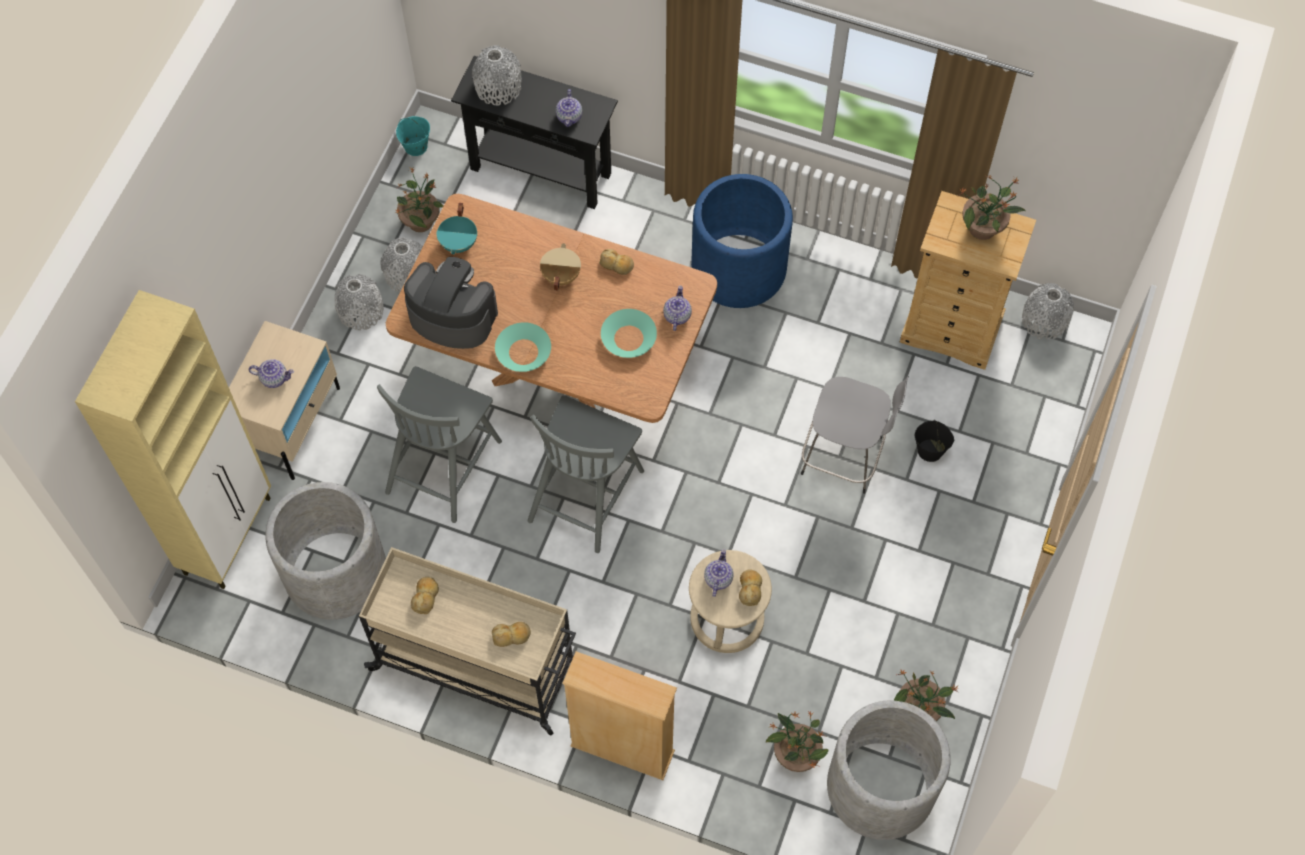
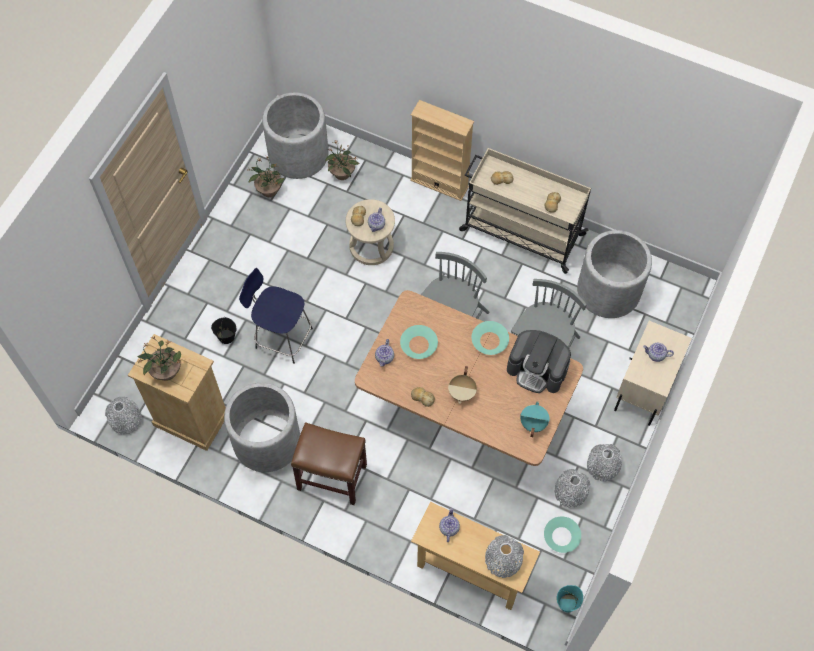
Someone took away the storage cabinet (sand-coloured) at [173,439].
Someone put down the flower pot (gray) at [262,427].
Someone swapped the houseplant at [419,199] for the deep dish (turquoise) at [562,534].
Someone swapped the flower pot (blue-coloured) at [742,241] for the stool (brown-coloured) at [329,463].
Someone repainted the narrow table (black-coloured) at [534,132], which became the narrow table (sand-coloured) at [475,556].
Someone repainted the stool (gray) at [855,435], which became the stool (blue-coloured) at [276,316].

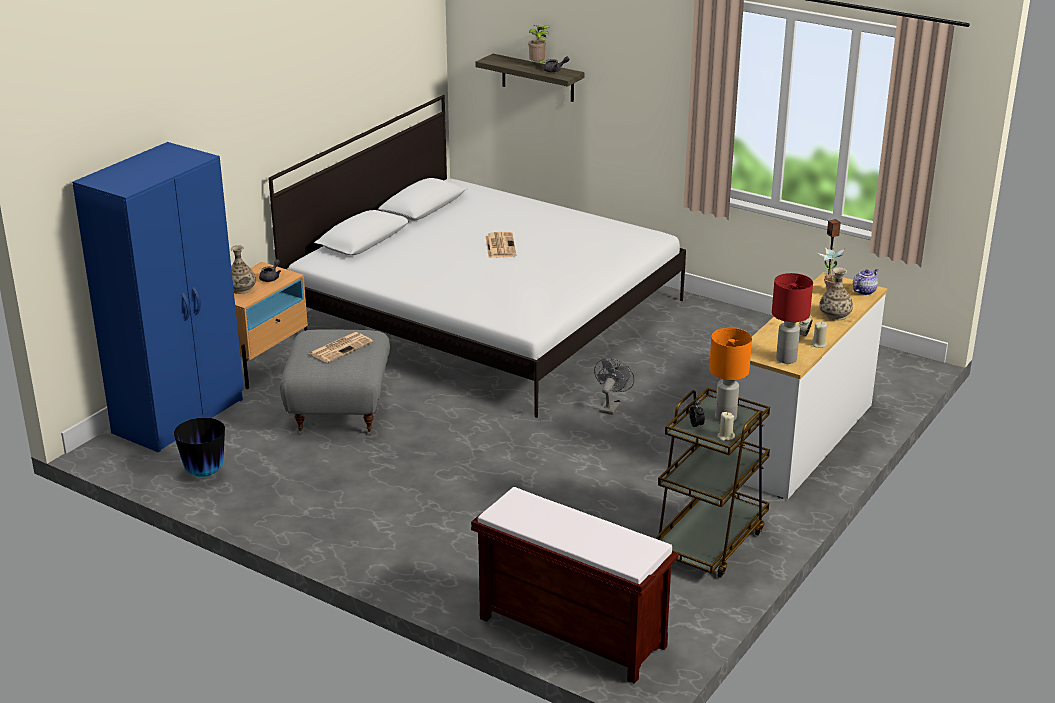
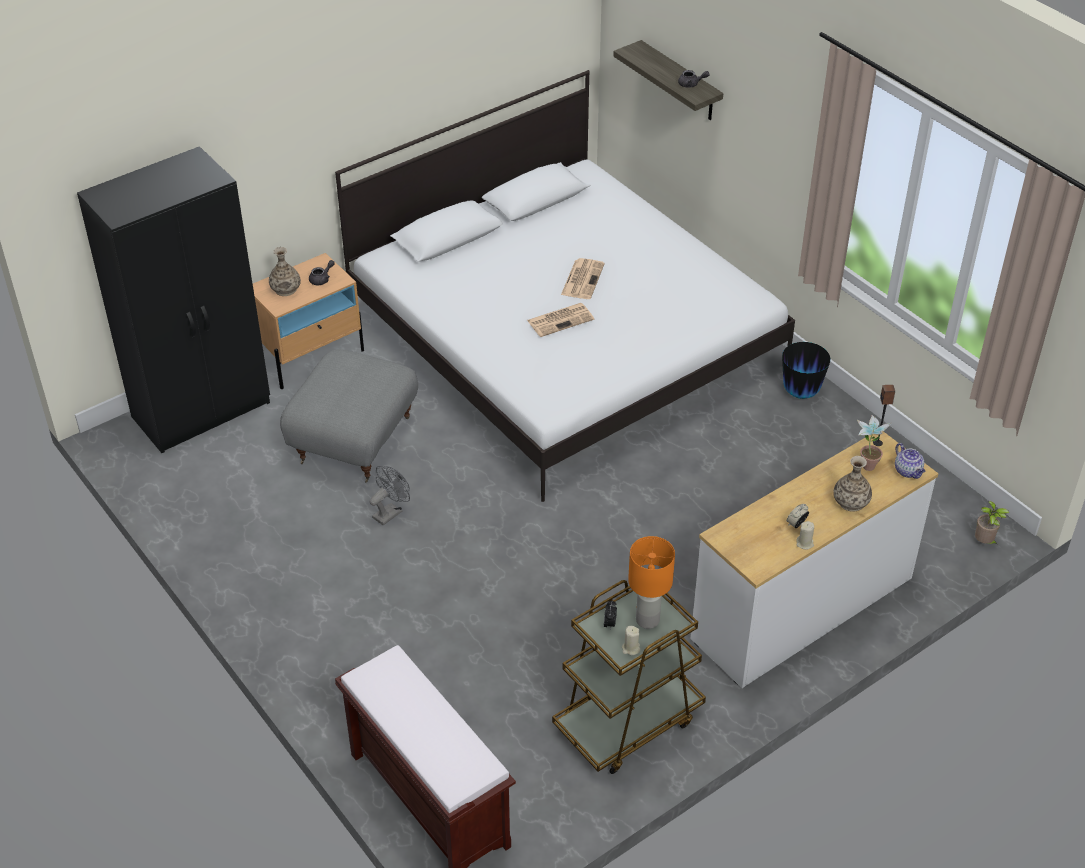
Someone took away the tabletop lamp (red) at [792,318].
Someone carried the vase from [199,447] to [806,370].
Someone carried the daily paper from [341,347] to [560,320].
Someone carried the houseplant from [539,44] to [992,522].
Someone carried the fan (gray) from [614,386] to [389,496].
Someone repainted the wardrobe (blue-coloured) at [158,297], which became the wardrobe (black-coloured) at [173,299].
Someone rotated the teapot at [866,282] by 90 degrees clockwise.

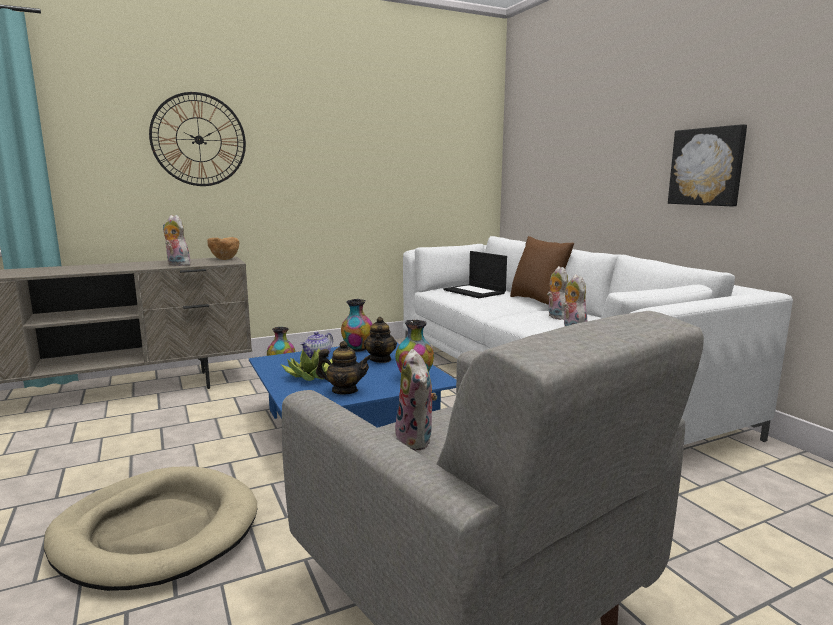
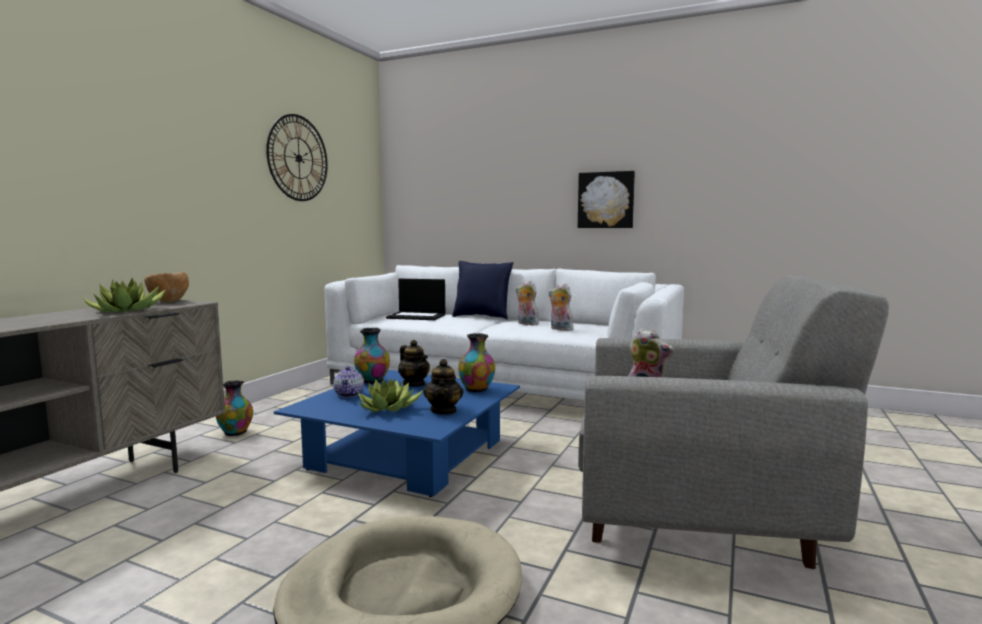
Someone carried the clock on the wall from [197,139] to [297,157].
Someone swapped the cuddly toy at [177,240] for the houseplant at [124,295].
Someone repainted the throw pillow (brown-coloured) at [542,270], which became the throw pillow (blue-coloured) at [483,290].
Someone rotated the teapot at [344,368] by 120 degrees clockwise.

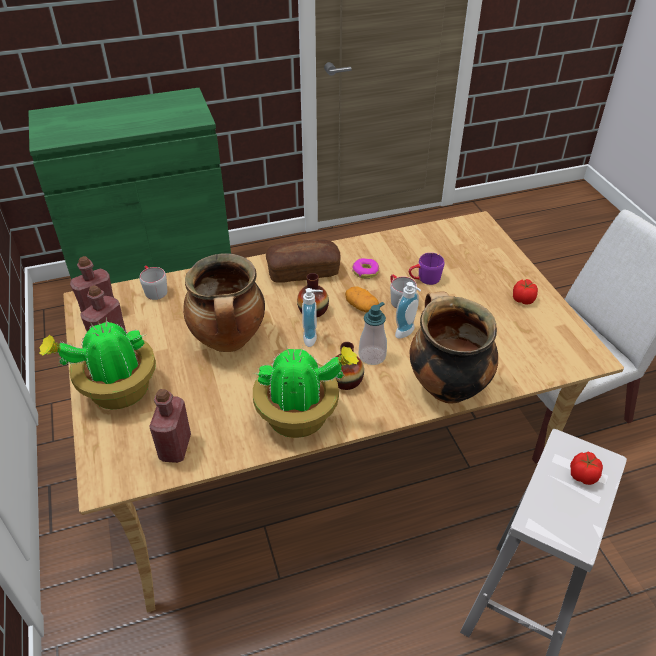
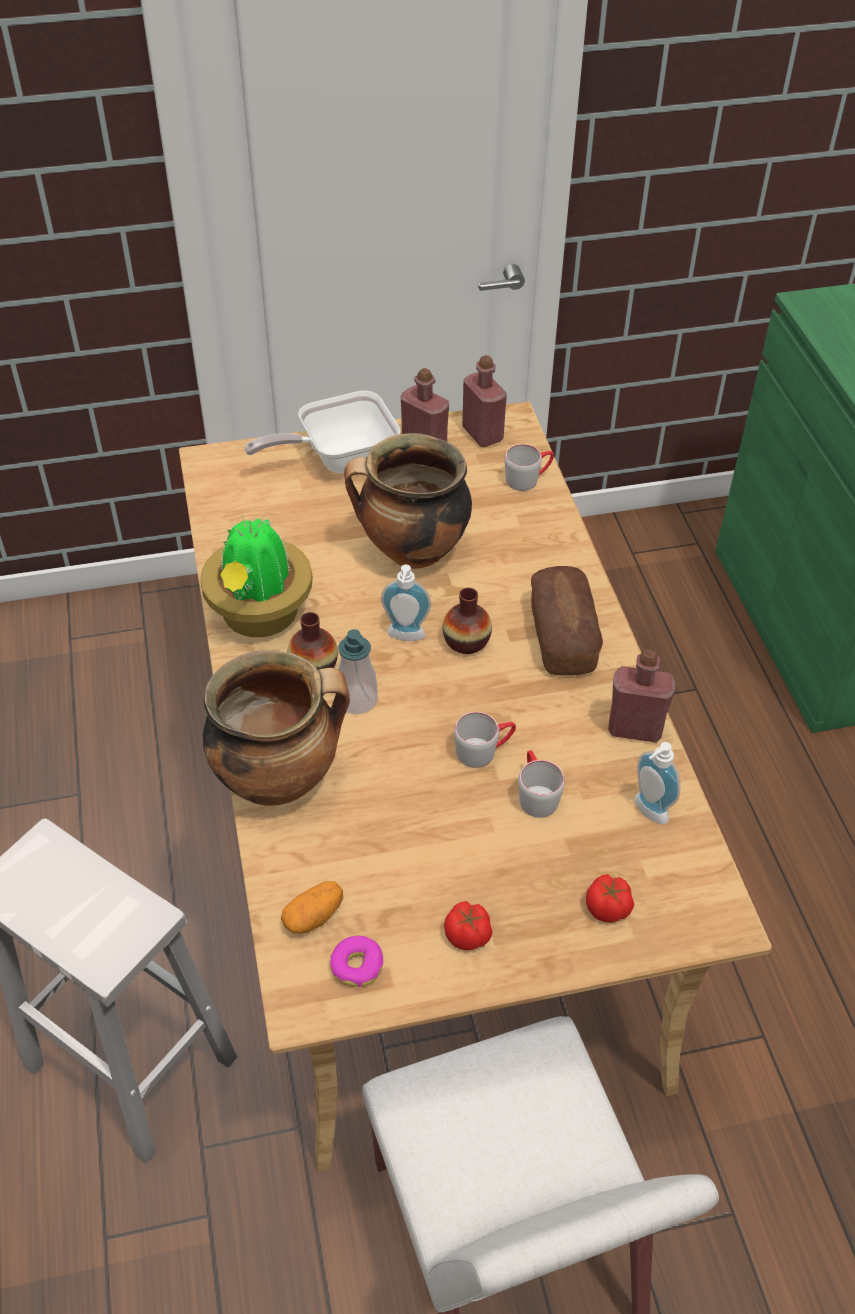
Someone carried the bottle (red) from [170,426] to [642,696].
Someone carried the potato from [362,299] to [312,907].
Someone carried the doughnut from [365,268] to [356,961].
Someone carried the soap bottle from [408,310] to [657,783].
Someone carried the whole tomato from [586,468] to [610,898].
Someone swapped the houseplant at [97,363] for the pan at [322,432].
Someone repainted the mug (purplish) at [426,269], which became the mug (gray) at [541,784].

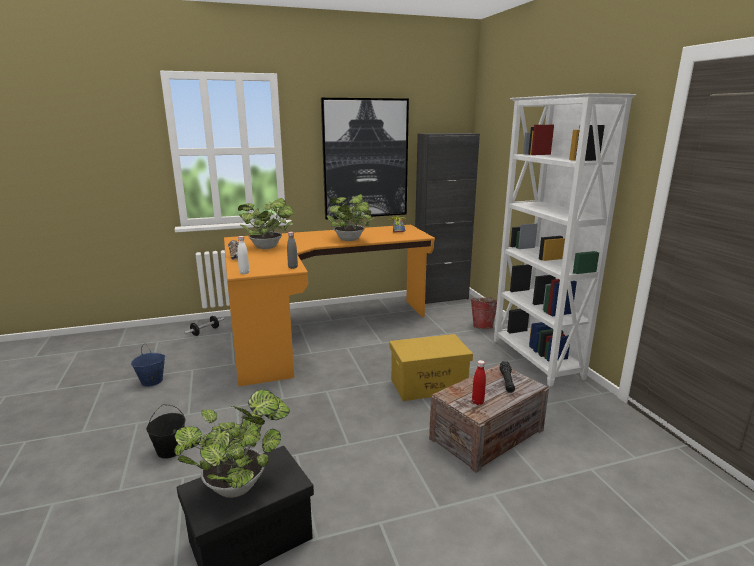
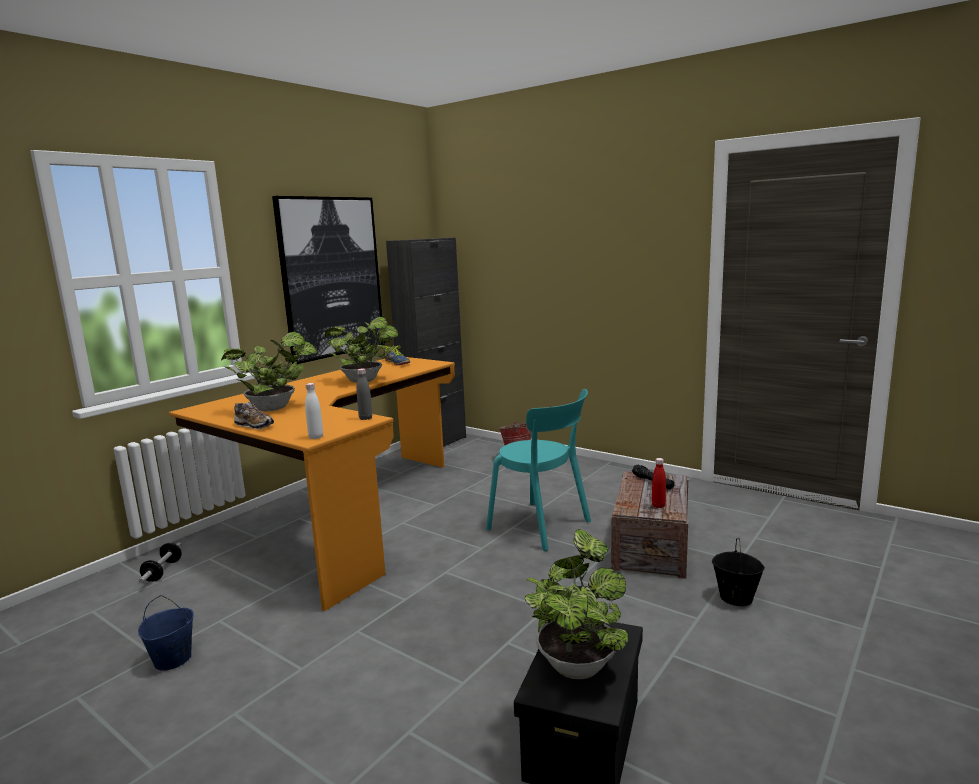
Someone took away the shelving unit (whitish) at [565,240].
Someone carried the bucket (black-coloured) from [165,431] to [738,572].
Someone swapped the storage box (yellow) at [431,367] for the plain chair (turquoise) at [538,470].

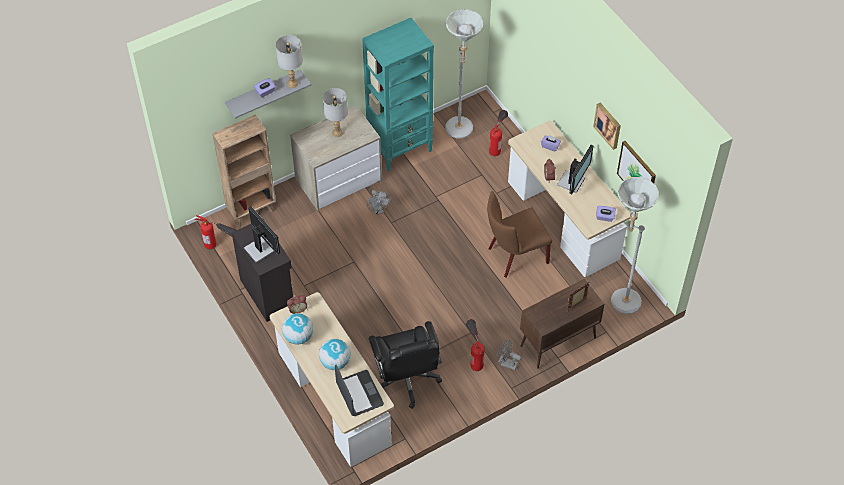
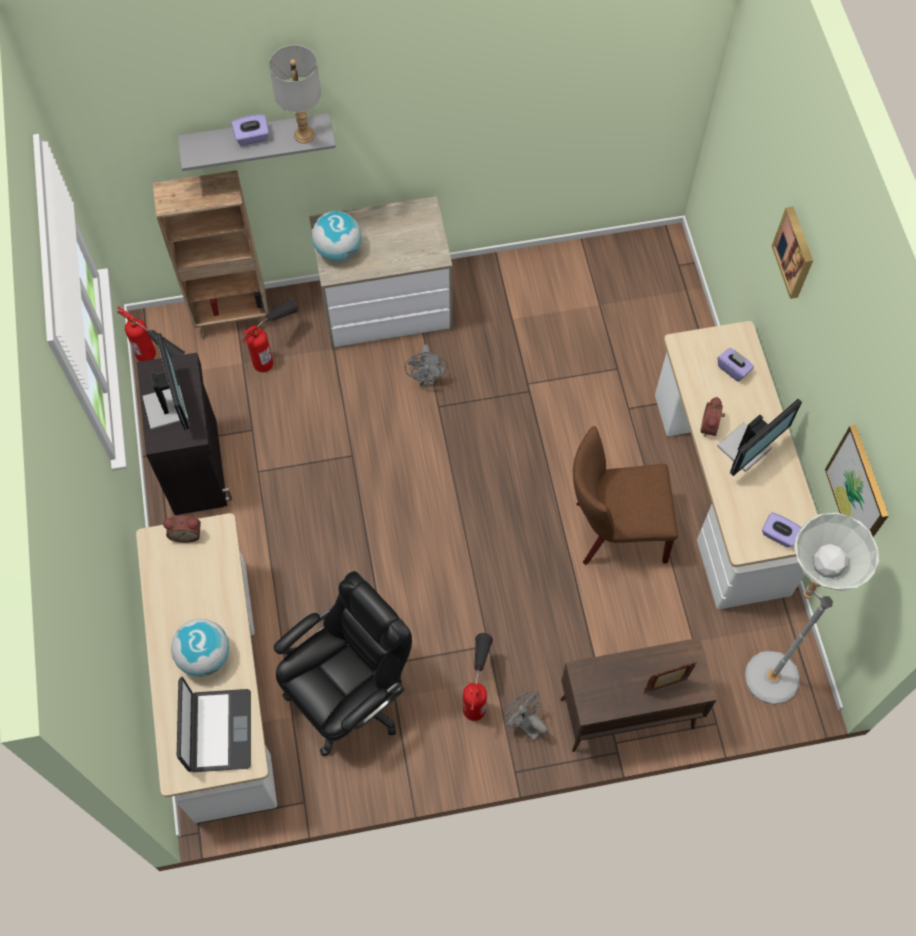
Someone took away the tabletop lamp (gray) at [335,112].
Someone took away the shelving unit (turquoise) at [398,94].
Someone took away the standing lamp (gray) at [464,73].
Someone carried the world globe from [297,329] to [336,236].
Someone carried the fire extinguisher from [498,133] to [270,335].
Someone carried the picture from [607,126] to [792,253].
Someone rotated the computer chair (black-coloured) at [405,365] by 135 degrees counterclockwise.

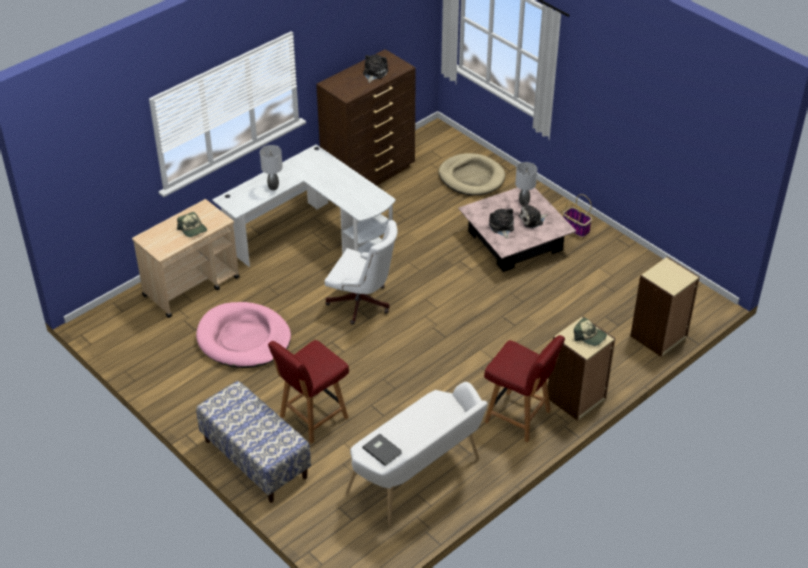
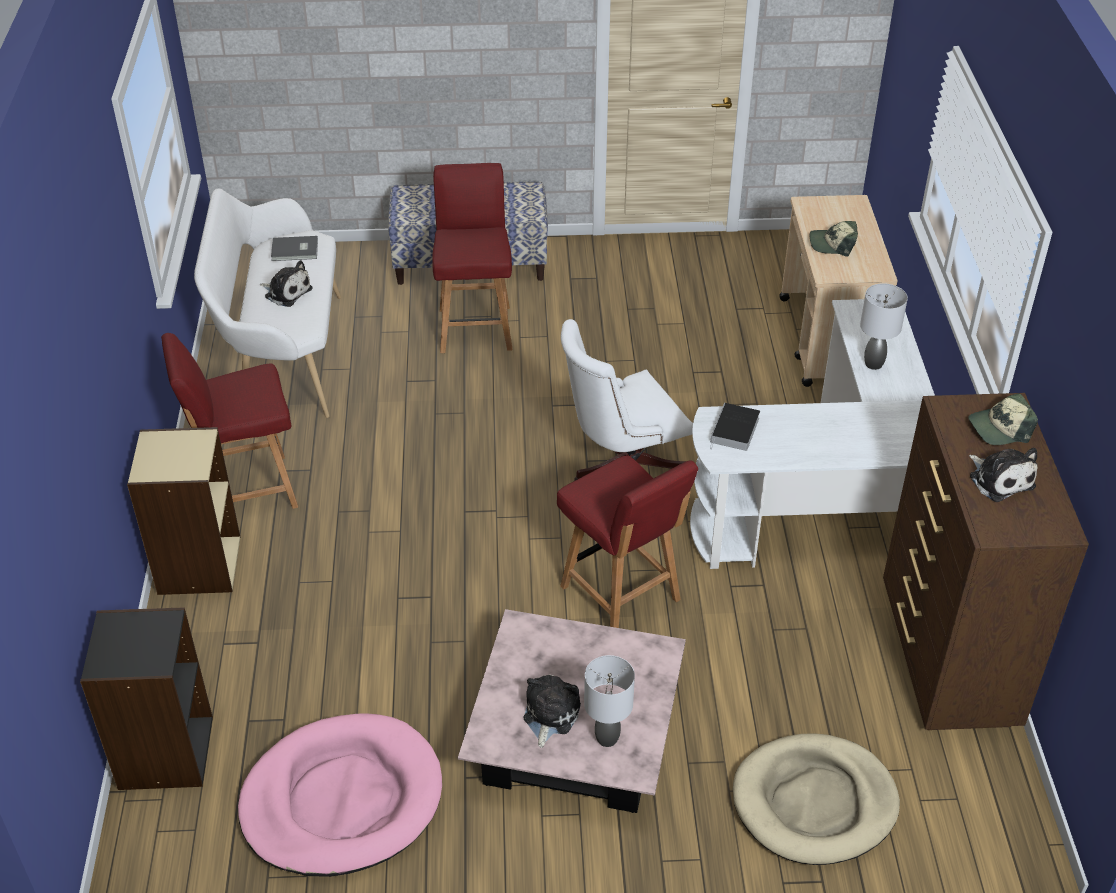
Someone took away the storage basket at [577,215].
Someone put down the plain chair (red) at [627,541].
Someone put down the volume at [735,427].
Someone carried the pet bed (pink-coloured) from [243,335] to [340,795].
Someone carried the cuddly toy from [501,223] to [286,283].
Someone carried the cap from [590,332] to [1003,419].
Someone repainted the shelving unit (sand-coloured) at [665,307], which became the shelving unit (black-coloured) at [146,698].

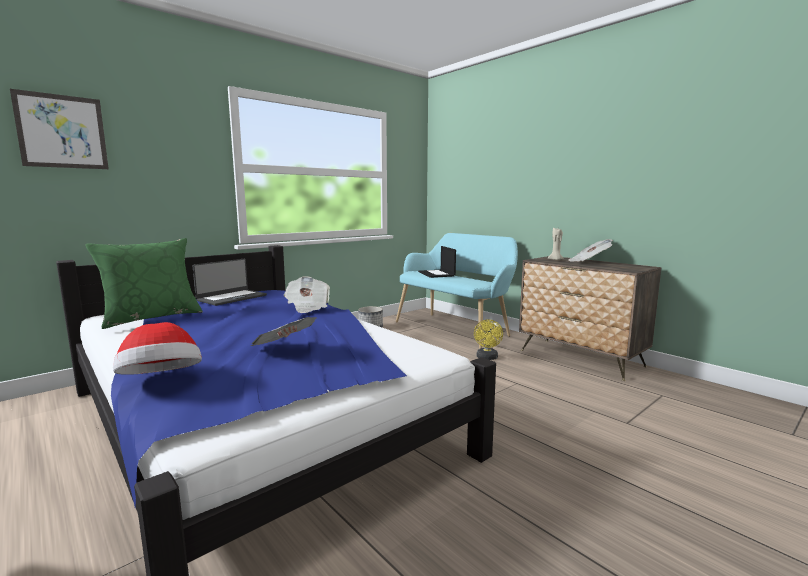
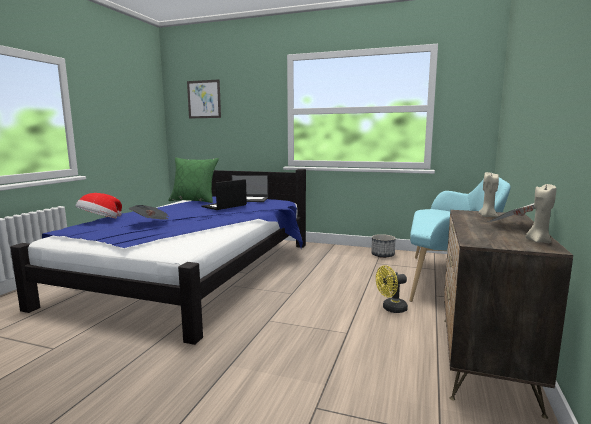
Someone took away the daily paper at [307,294].
Someone put down the wax light (sand-coloured) at [541,213].
Someone carried the portable computer from [437,262] to [224,194].

